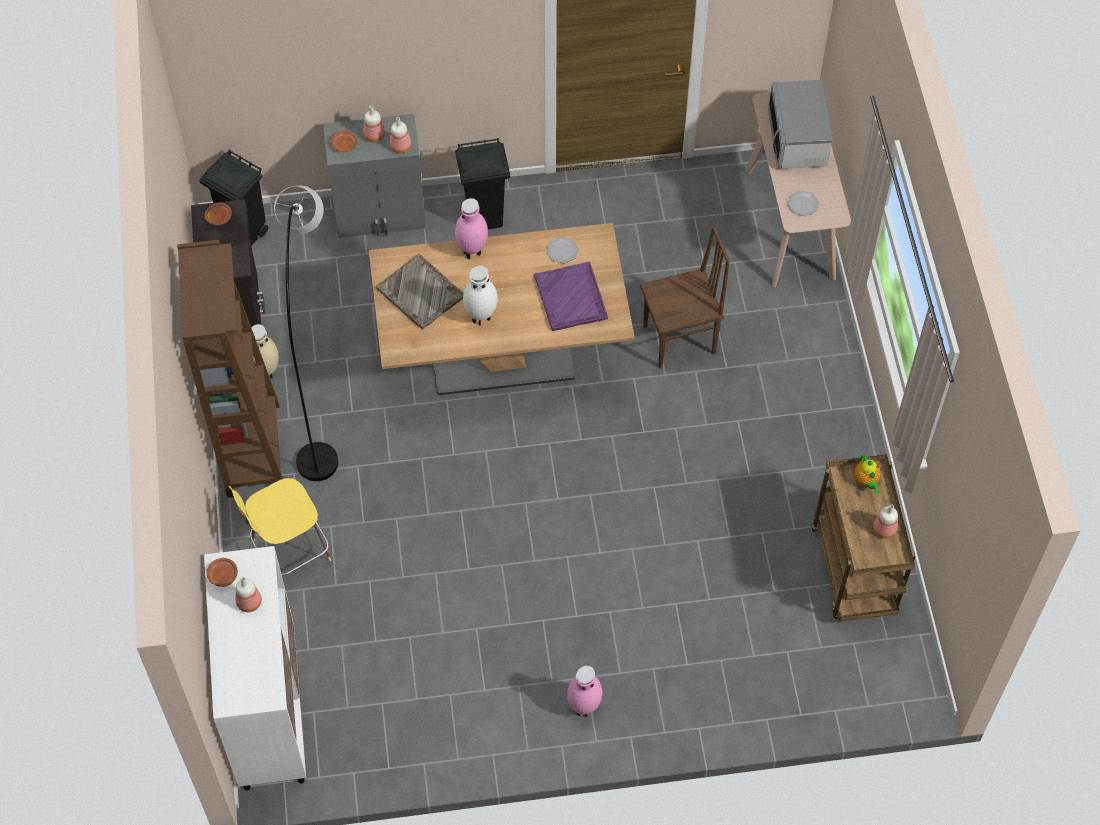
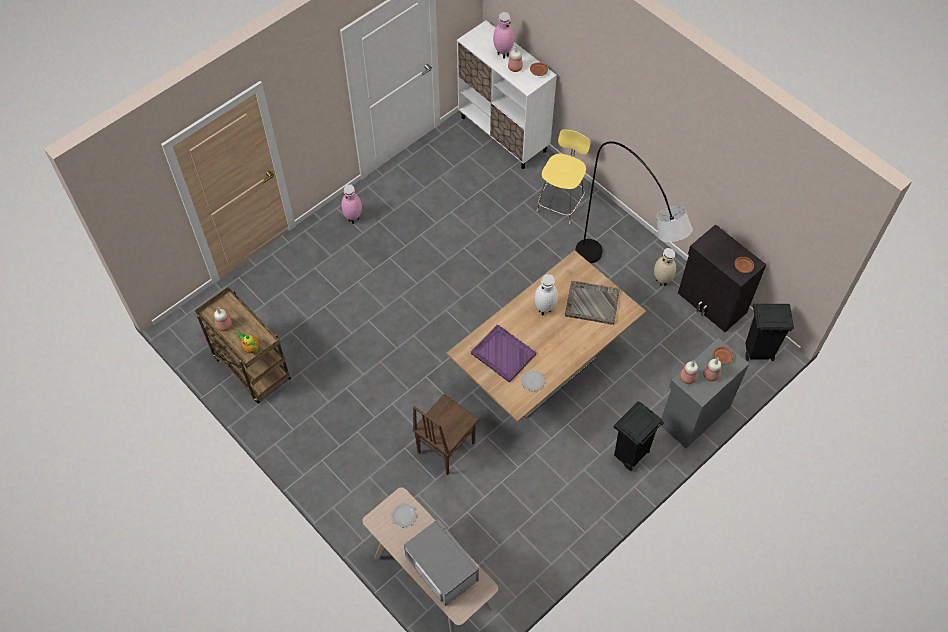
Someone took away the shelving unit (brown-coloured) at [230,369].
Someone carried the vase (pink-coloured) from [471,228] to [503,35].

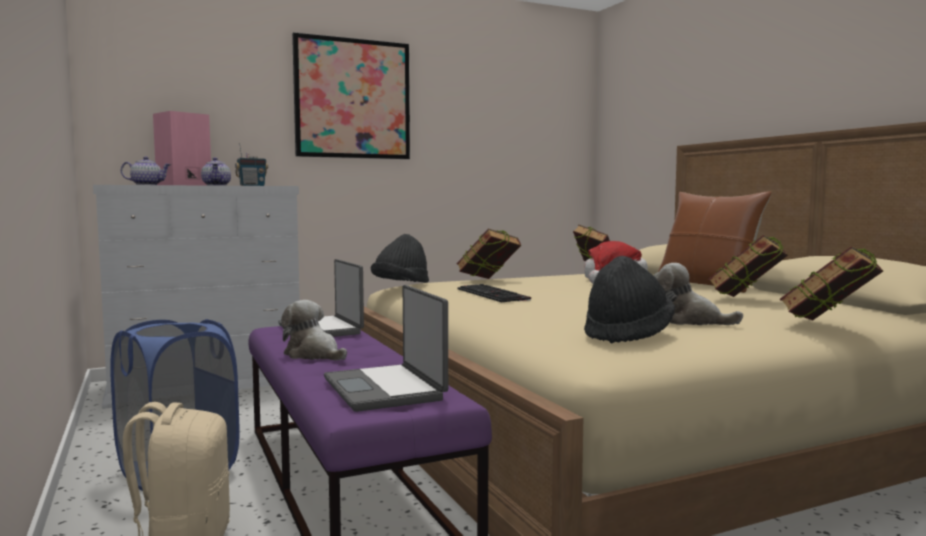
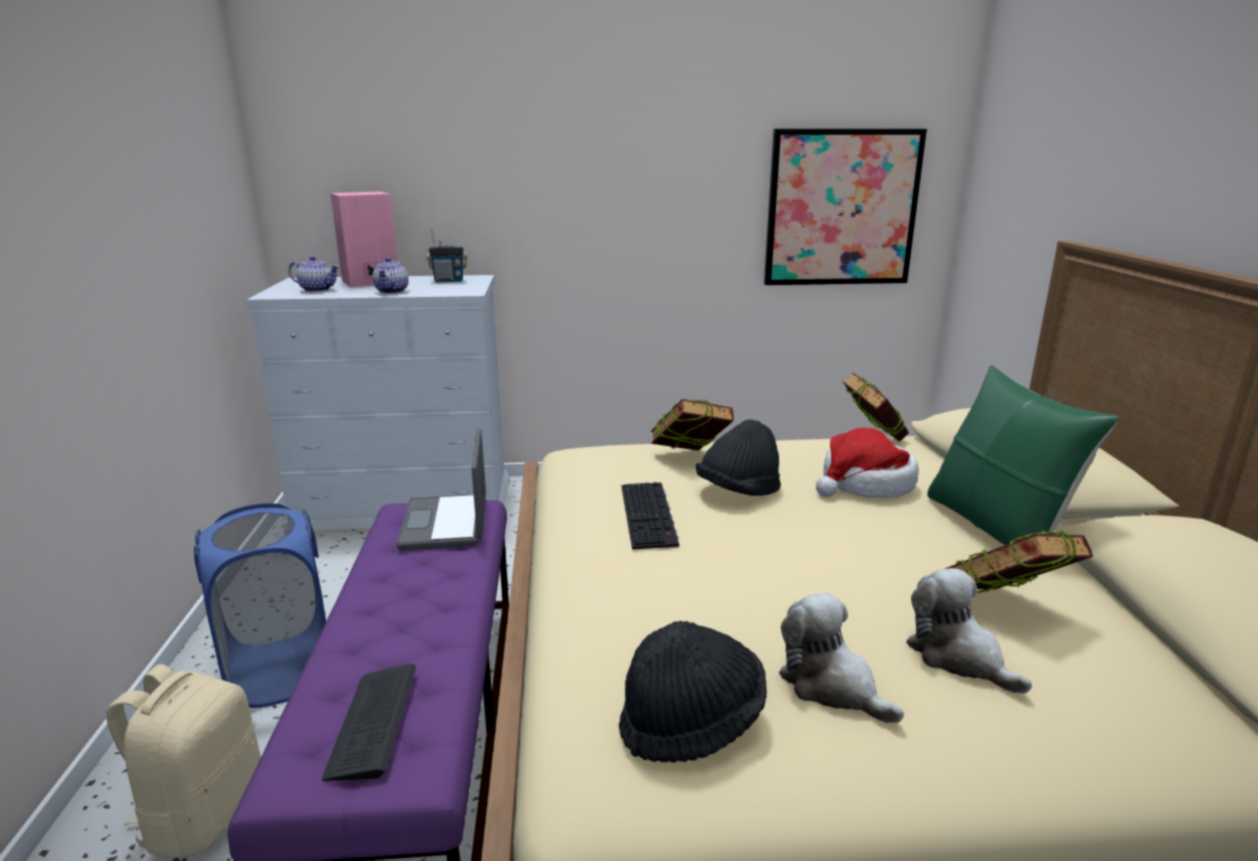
Someone took away the volume at [831,283].
Someone carried the cuddly toy from [314,330] to [969,631].
Someone carried the picture from [351,95] to [845,207].
Someone carried the wearable hat (black-coloured) from [400,258] to [738,457].
Someone swapped the portable computer at [386,348] for the keyboard at [369,722].
Someone repainted the throw pillow (brown-coloured) at [714,242], which became the throw pillow (green-coloured) at [1023,455].

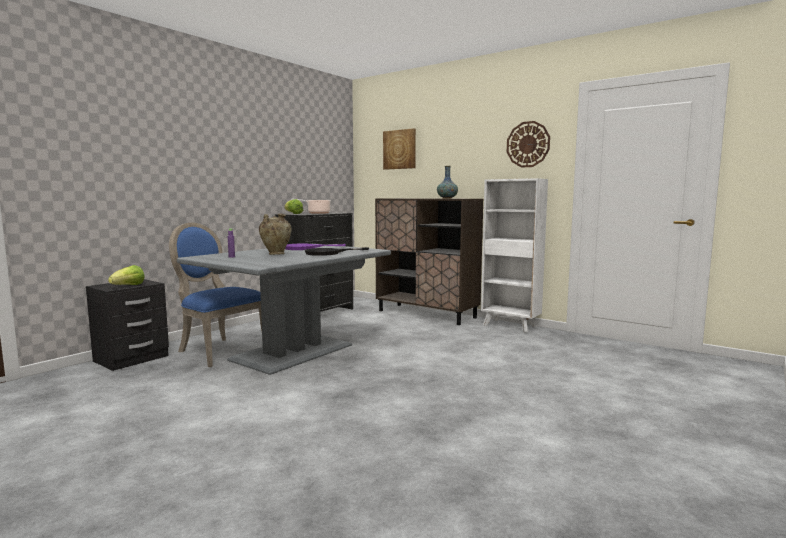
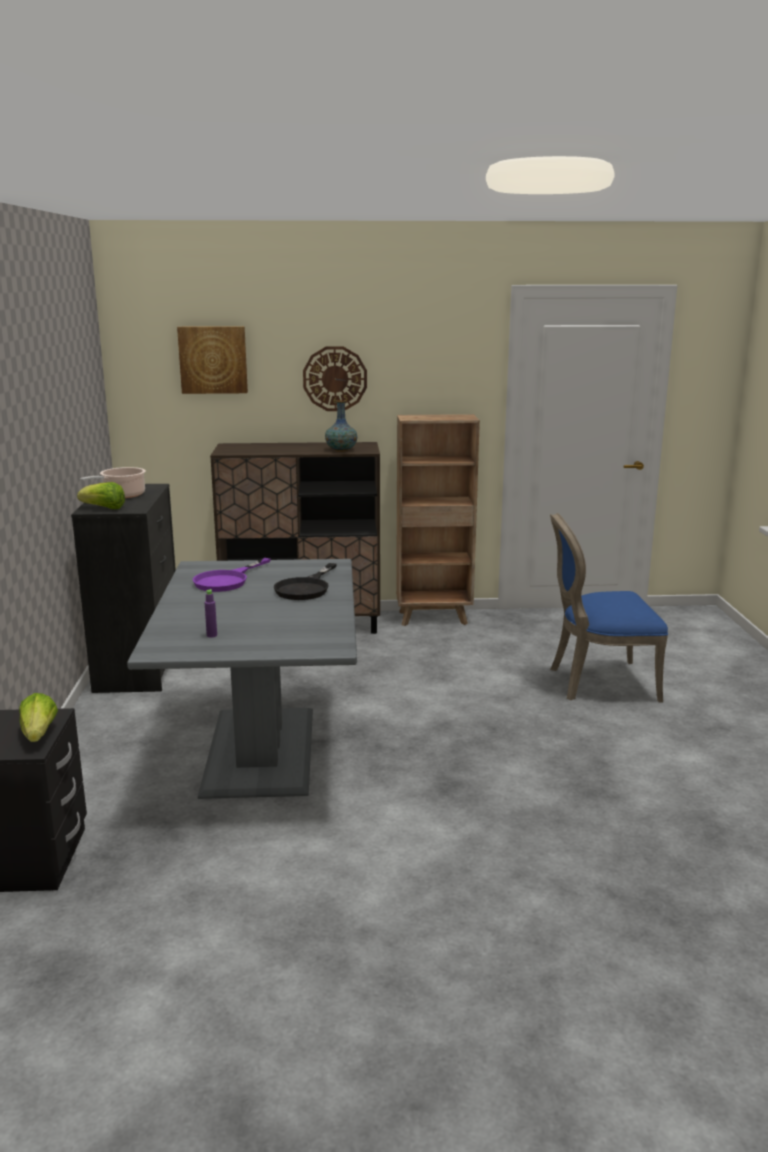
Someone took away the vase (sand-coloured) at [275,234].
Someone carried the plain chair (blue-coloured) from [215,294] to [609,608].
Someone carried the clock on the wall from [528,144] to [335,378].
Someone repainted the shelving unit (whitish) at [514,255], which became the shelving unit (brown-coloured) at [438,520].

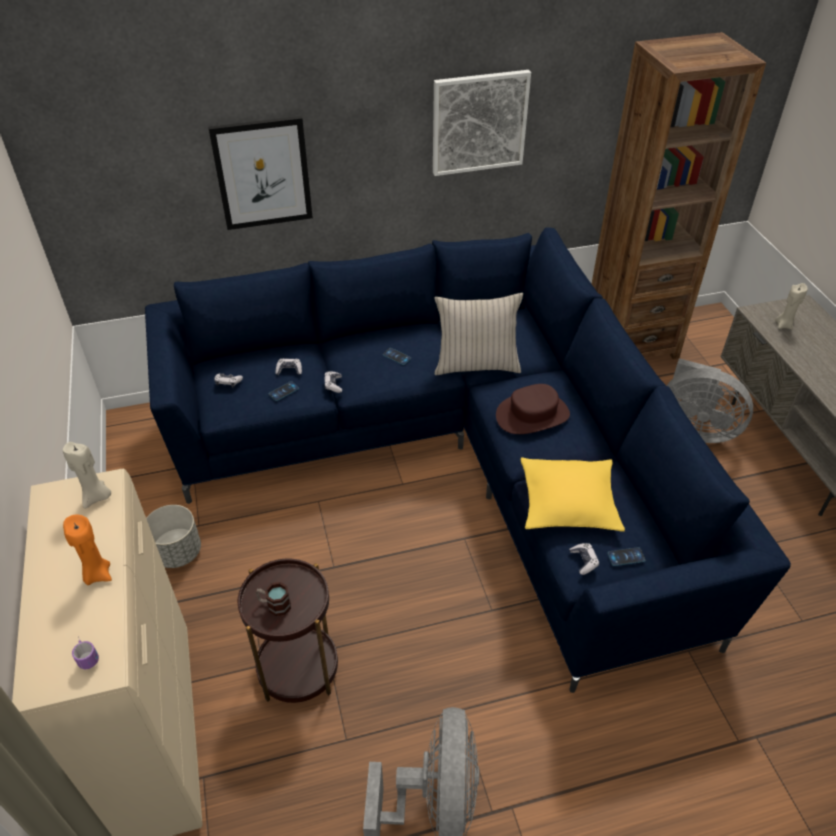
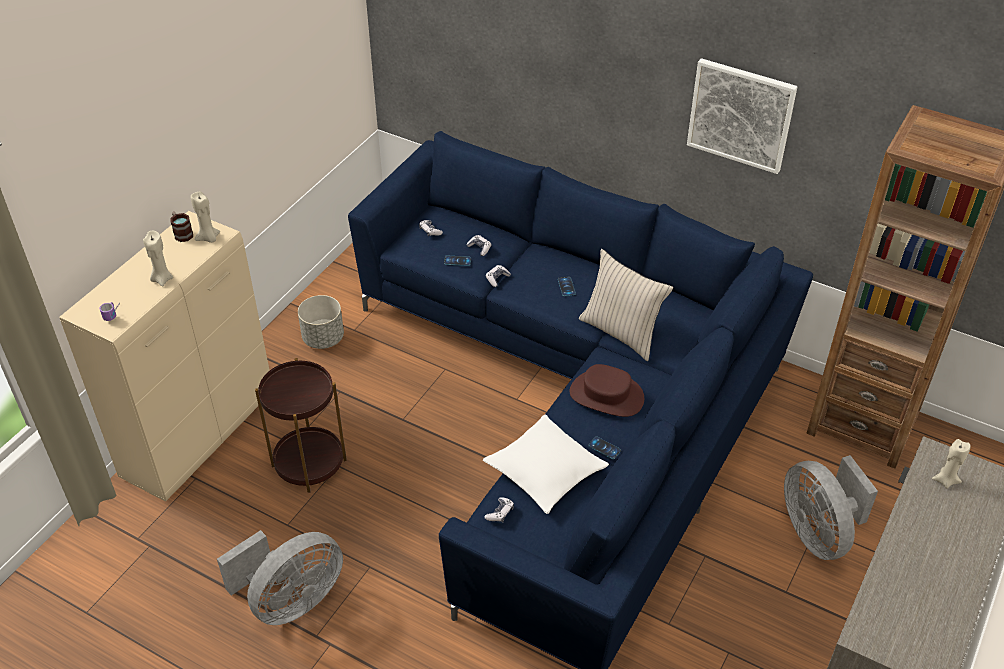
Someone took away the picture at [260,173].
Someone carried the mug from [273,599] to [182,227].
Someone carried the telephone from [626,556] to [604,447].
Someone repainted the wax light (orange) at [87,549], which became the wax light (sand-coloured) at [158,259].
Someone repainted the throw pillow (yellow) at [573,494], which became the throw pillow (whitish) at [546,464].

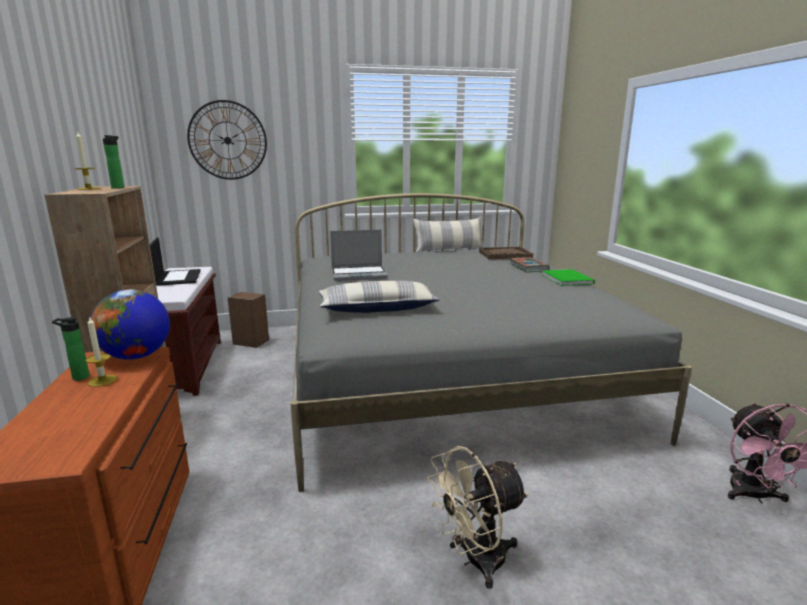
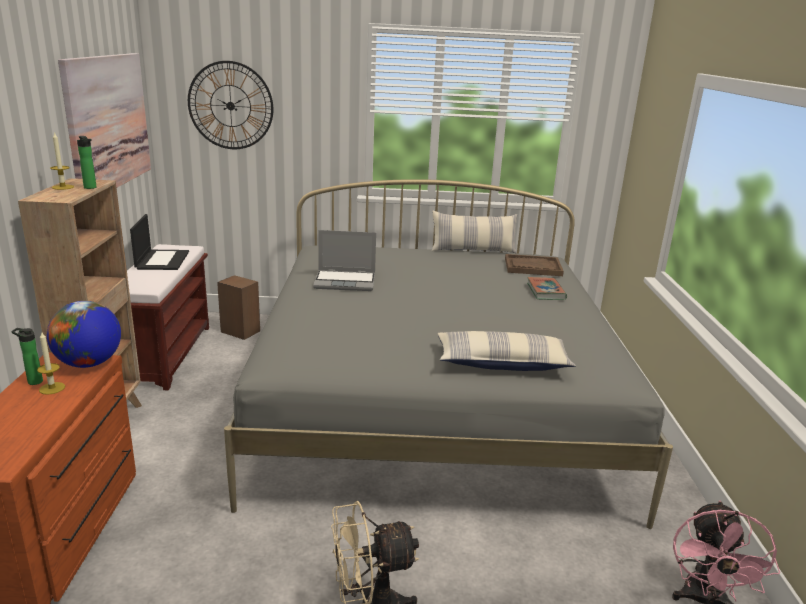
Someone took away the volume (green-coloured) at [568,277].
Someone put up the picture at [104,120].
Someone carried the throw pillow from [379,297] to [507,351].

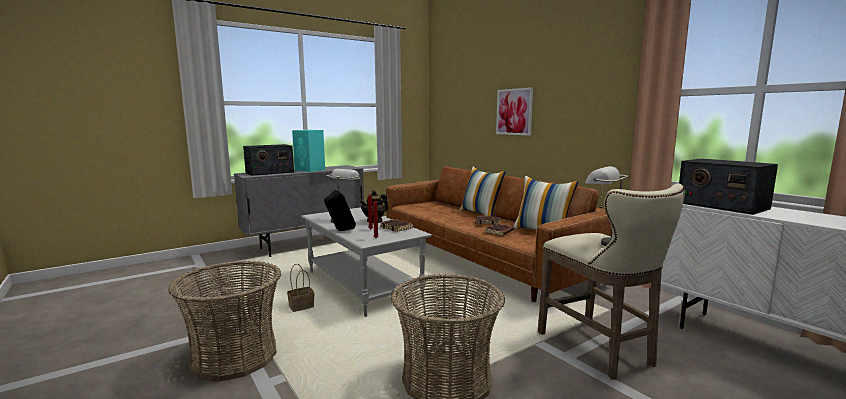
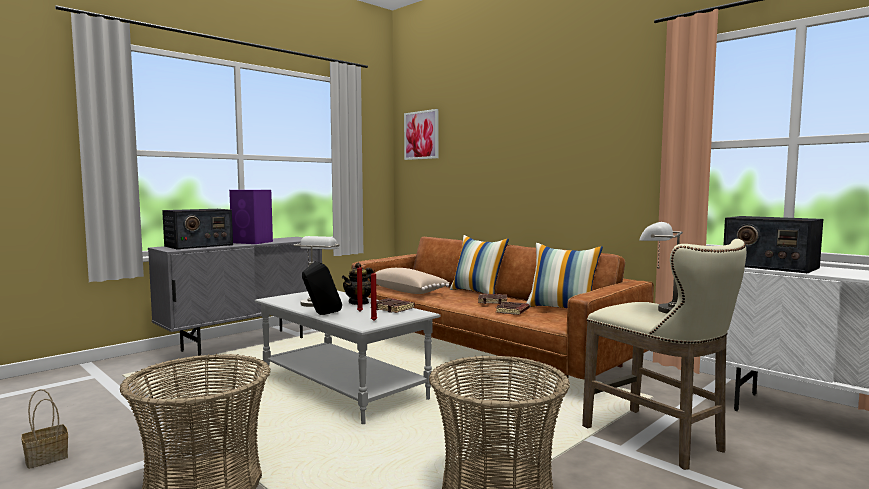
Someone put down the throw pillow (sand-coloured) at [409,281].
Someone carried the storage basket from [300,288] to [44,429].
Someone carried the picture from [514,111] to [421,134].
Someone repainted the audio speaker (turquoise) at [308,151], which became the audio speaker (purplish) at [251,217].

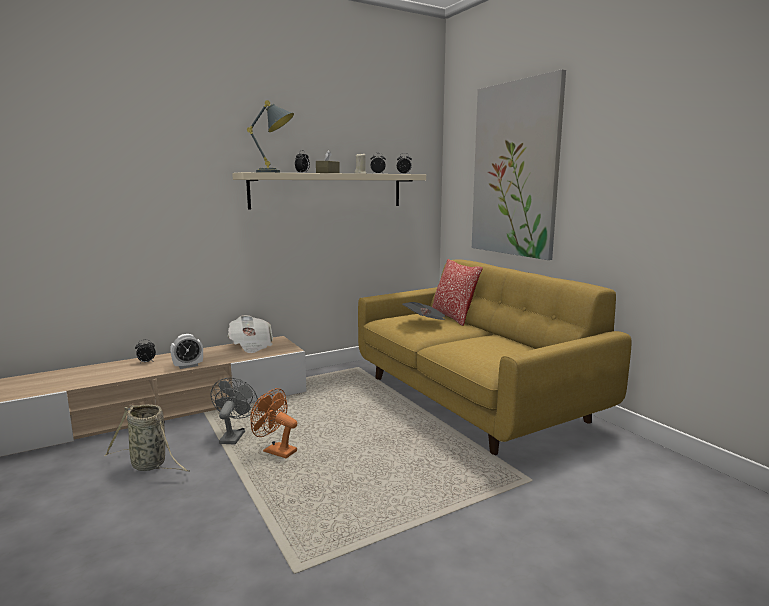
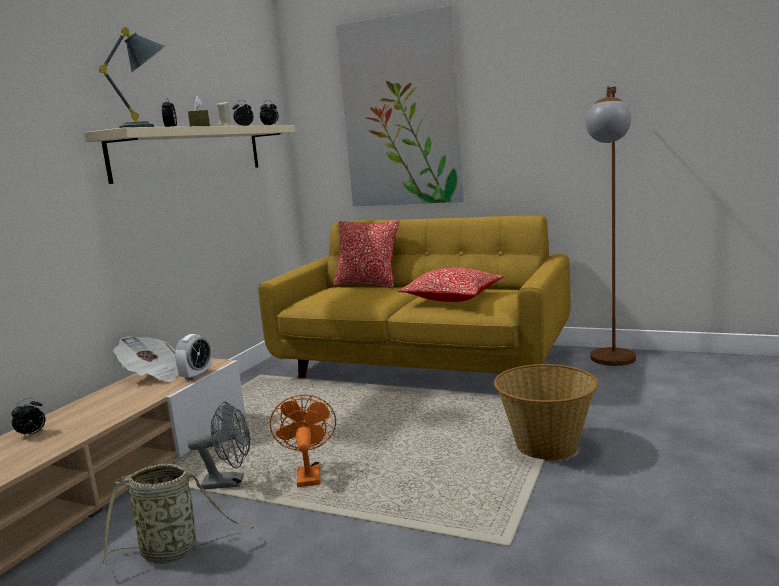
Someone took away the daily paper at [424,311].
Someone put down the throw pillow at [450,285].
Someone put down the storage basket at [546,412].
Someone put down the standing lamp (brown-coloured) at [611,226].
Someone carried the table clock from [186,351] to [193,357].
Someone rotated the fan (gray) at [234,411] by 120 degrees clockwise.
Someone rotated the fan (orange) at [273,423] by 90 degrees clockwise.

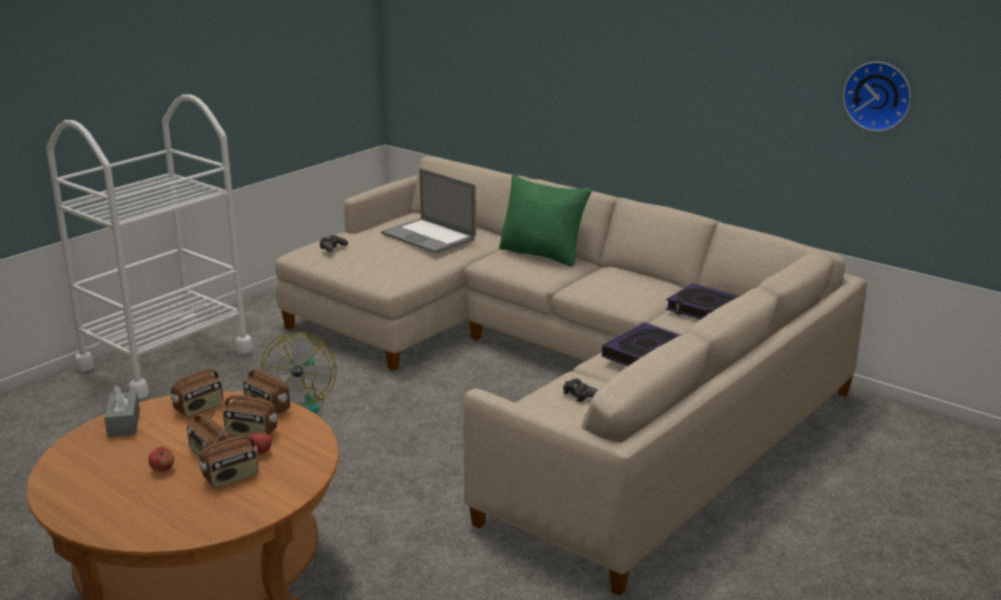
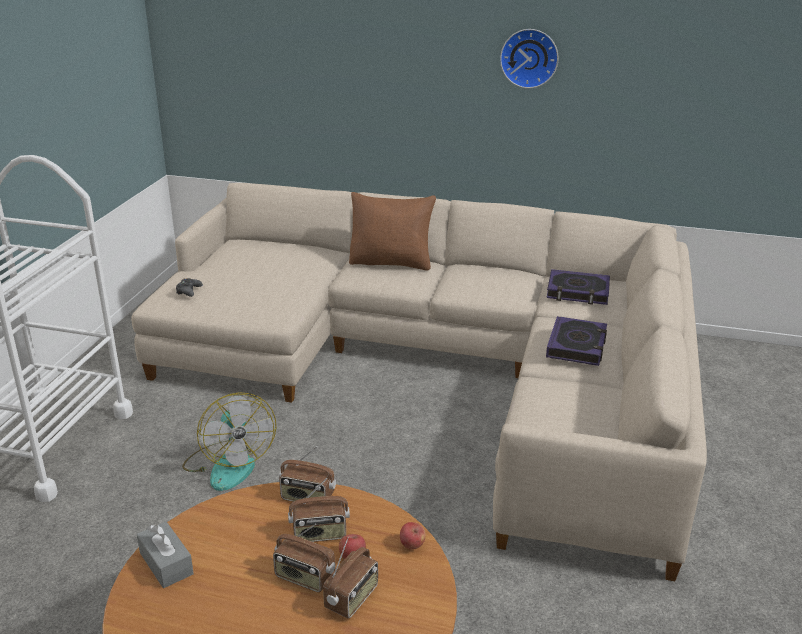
Someone took away the radio at [197,386].
Someone took away the portable computer at [428,211].
Someone took away the gamepad (black-coloured) at [580,390].
Someone carried the apple fruit from [161,459] to [413,536].
Someone carried the clock on the wall from [877,97] to [529,59].
Someone repainted the throw pillow (green-coloured) at [545,221], which became the throw pillow (brown-coloured) at [392,231].

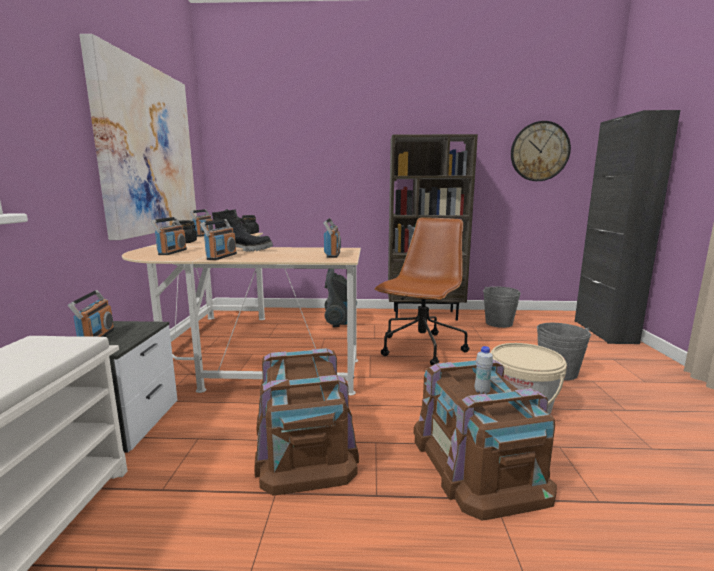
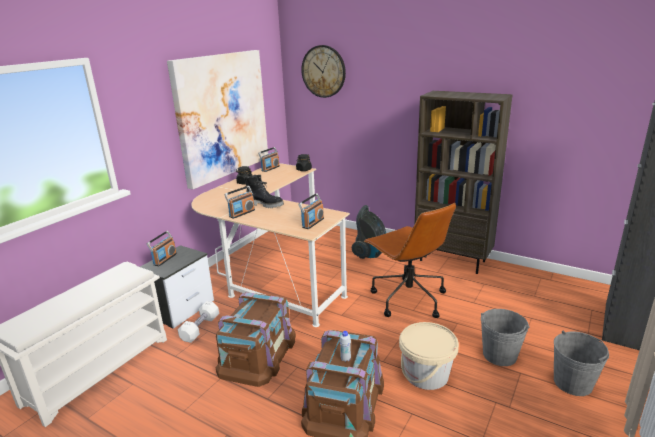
Someone took away the radio at [169,236].
Someone put down the hand weight (whitish) at [198,322].
Someone carried the bucket (gray) from [502,307] to [581,363].
Someone carried the clock on the wall from [541,151] to [323,71].
Someone rotated the computer chair (brown-coloured) at [422,291] by 90 degrees clockwise.

